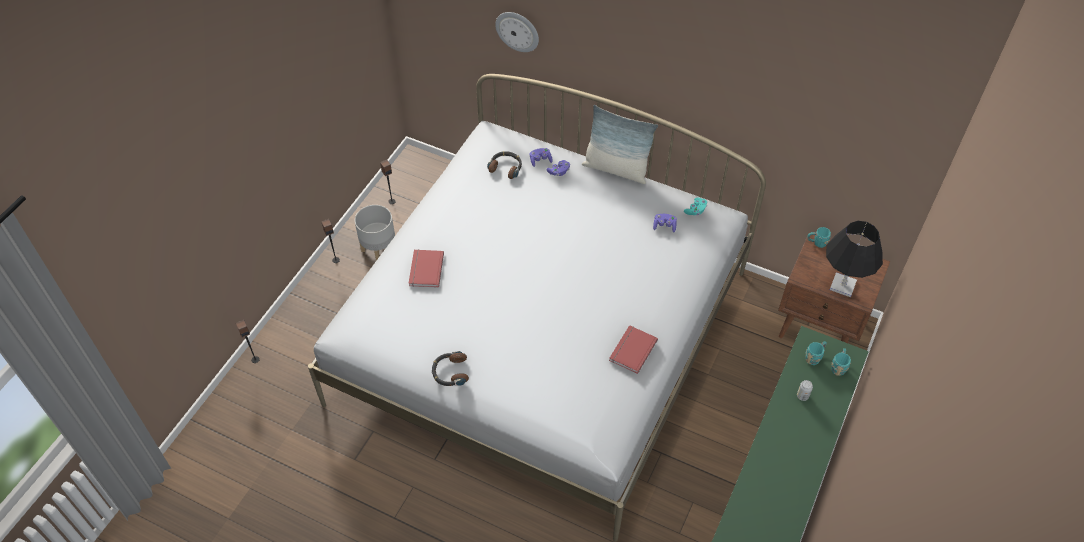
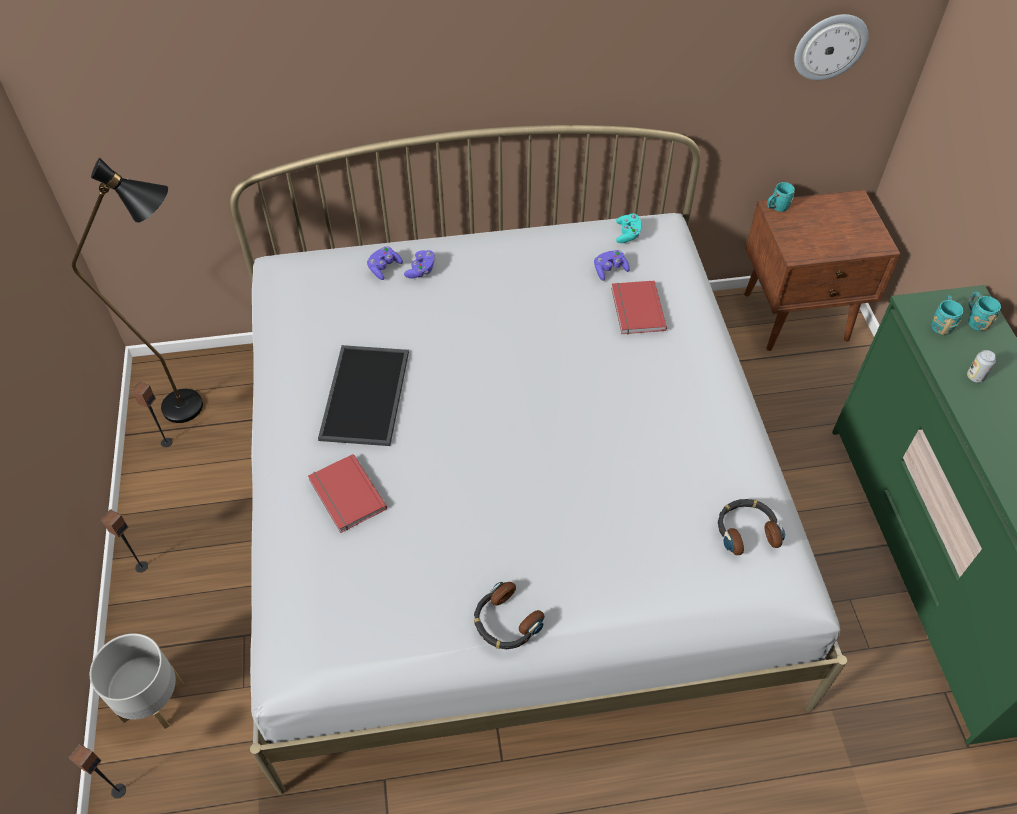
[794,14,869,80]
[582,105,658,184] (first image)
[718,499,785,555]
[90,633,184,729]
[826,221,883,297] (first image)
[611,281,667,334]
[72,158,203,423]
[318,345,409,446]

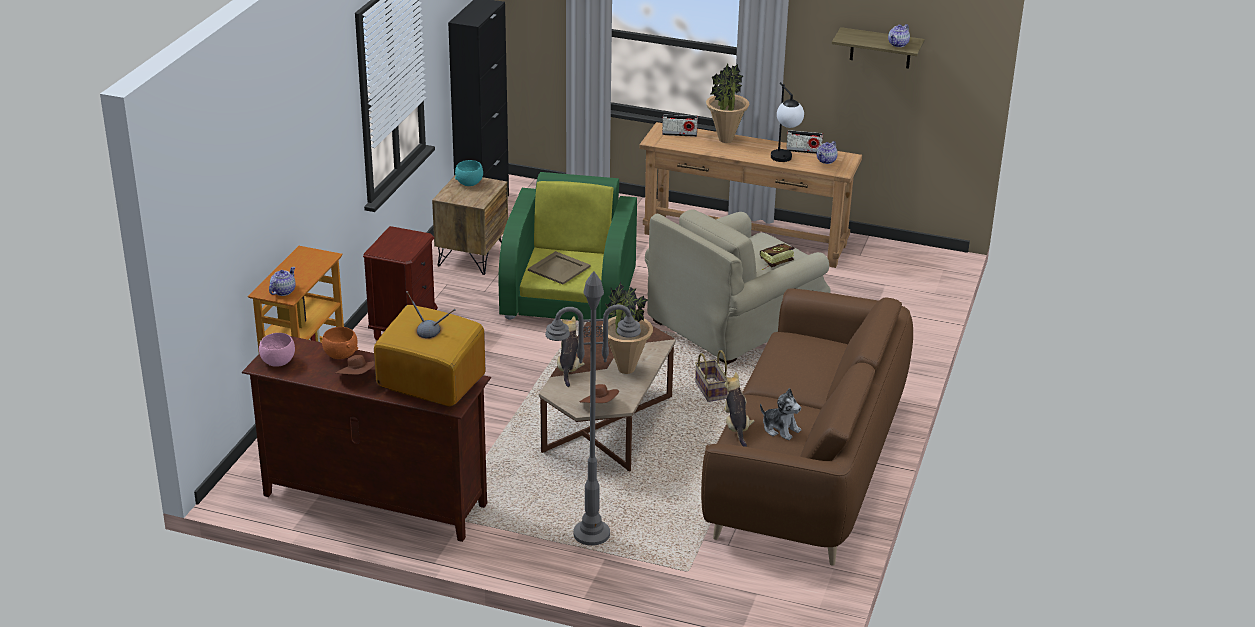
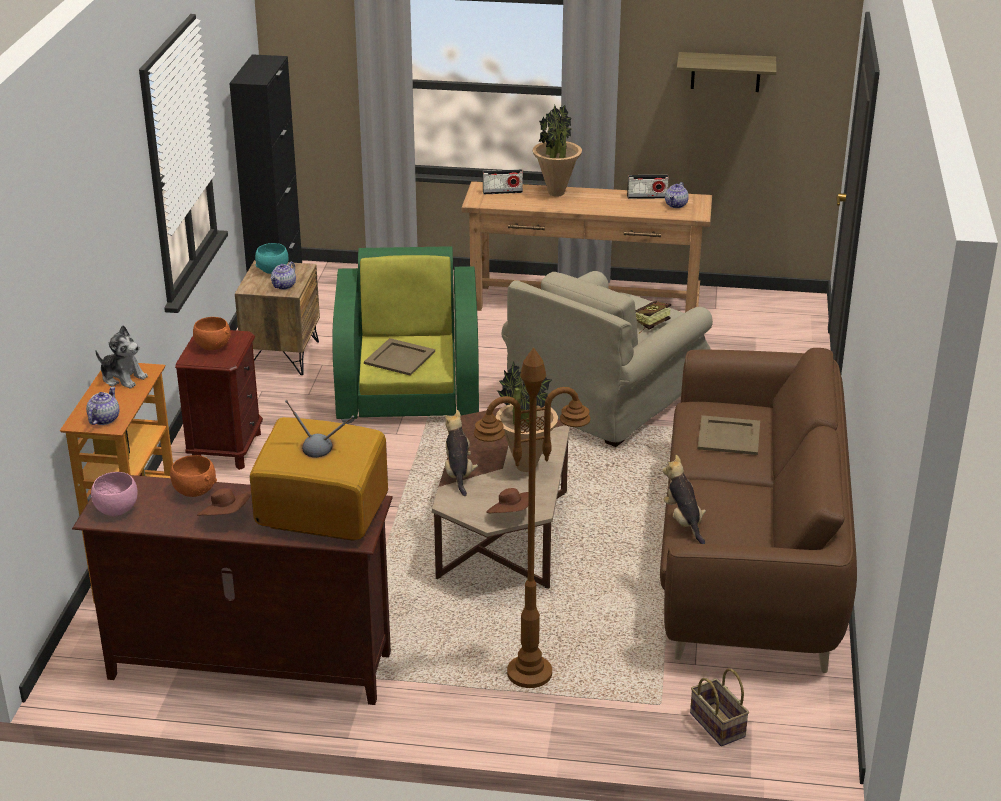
[271,262,296,290]
[771,82,804,162] (first image)
[474,348,590,688]
[690,668,749,747]
[95,325,148,389]
[193,317,231,350]
[697,415,760,455]

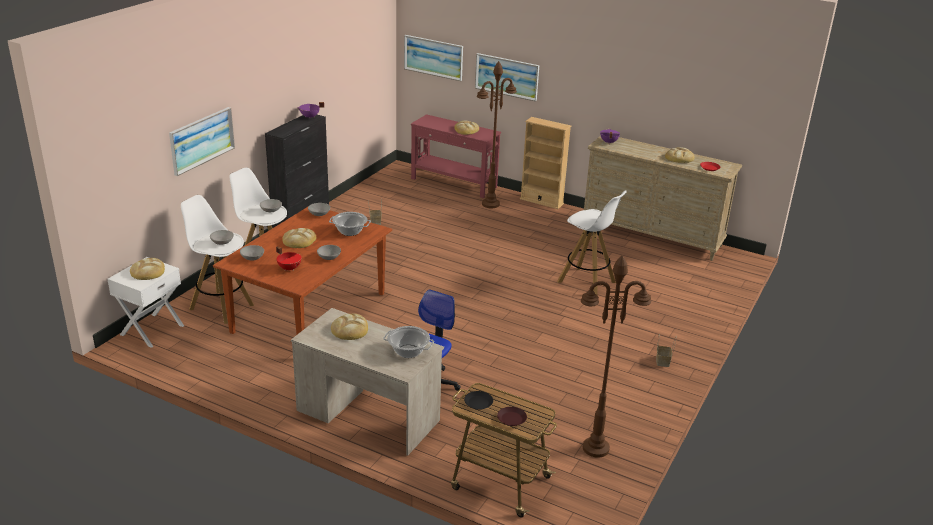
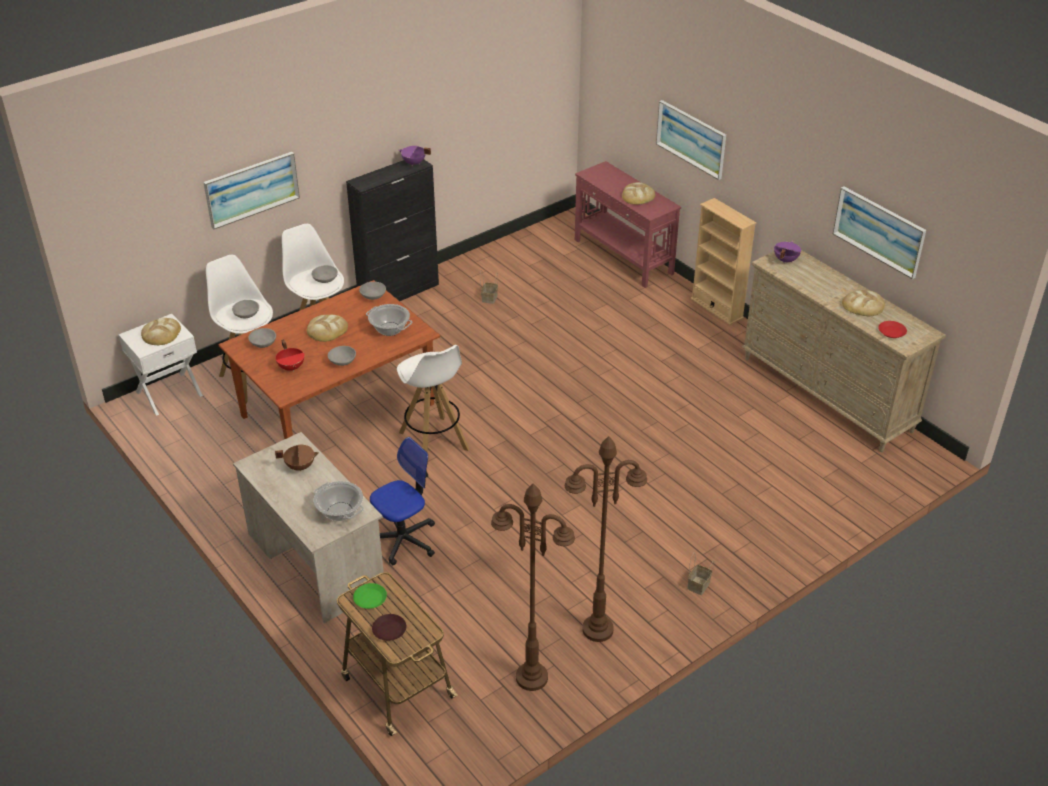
[833,186,926,279]
[565,436,647,642]
[397,345,469,453]
[275,445,319,472]
[353,583,387,609]

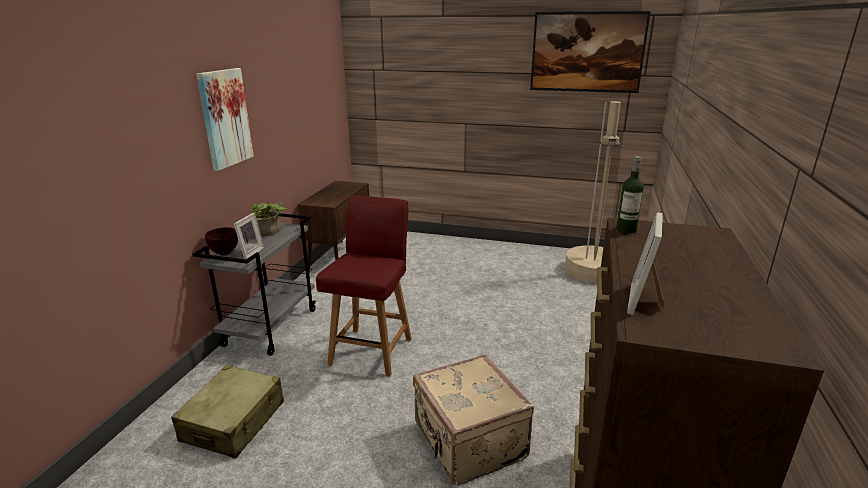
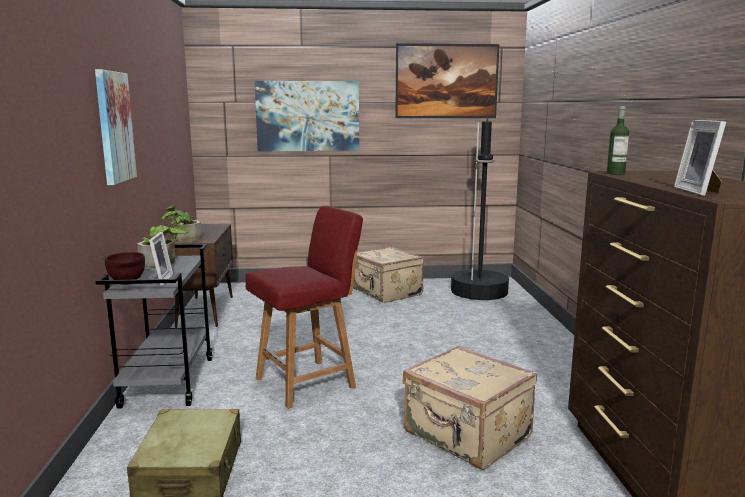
[451,122,509,300]
[246,206,363,409]
[255,81,359,151]
[161,205,202,242]
[353,246,424,303]

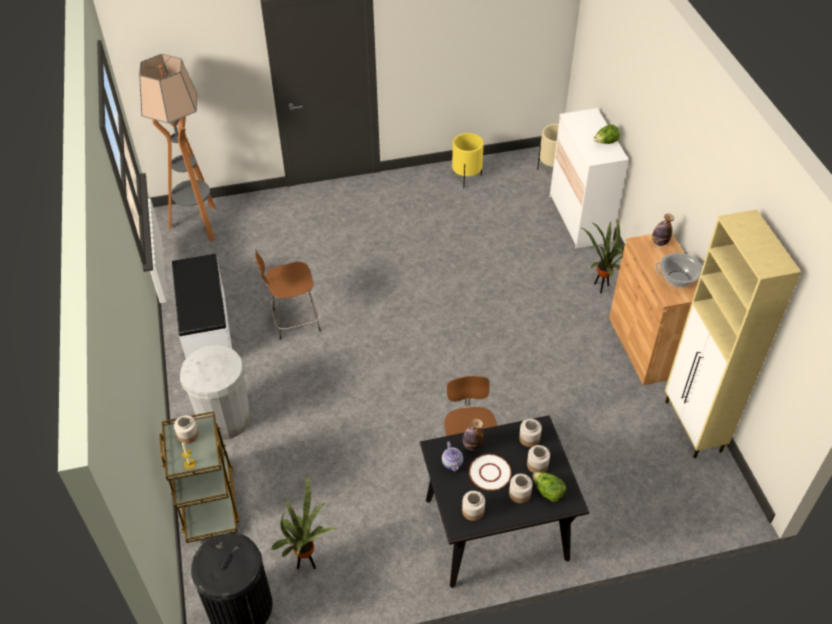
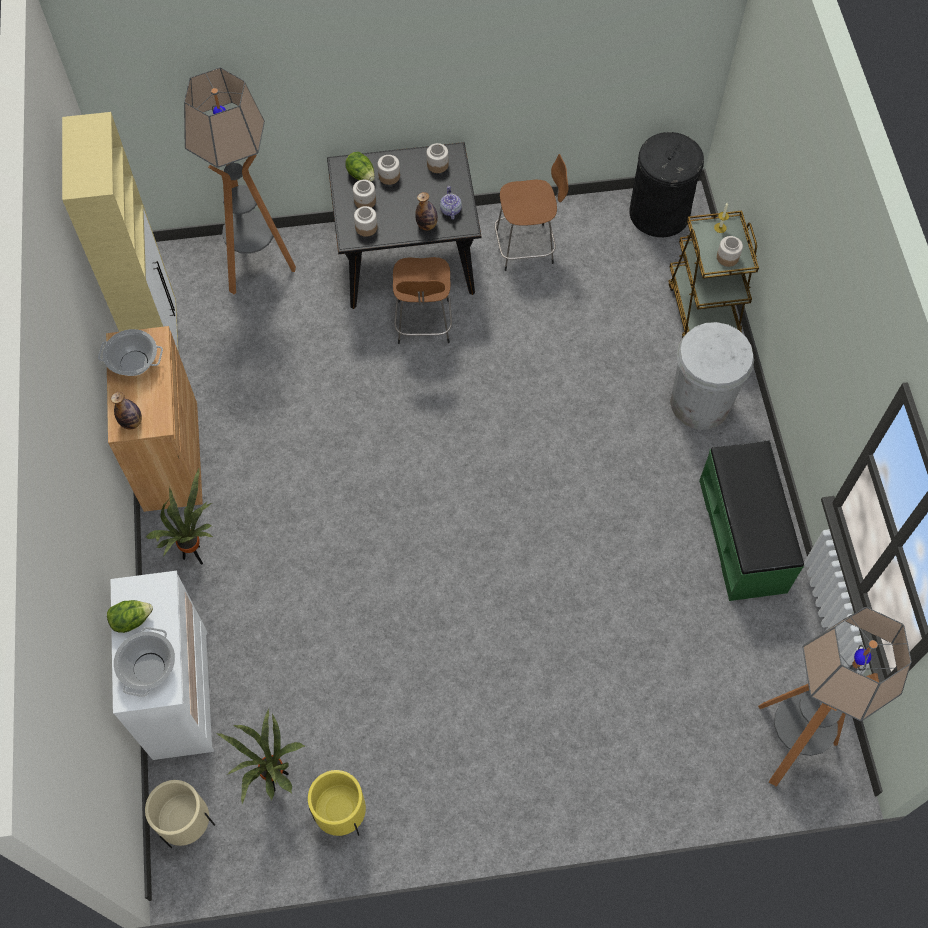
[495,154,569,271]
[699,440,804,601]
[469,454,512,491] (first image)
[215,708,306,804]
[184,68,296,295]
[114,627,175,697]

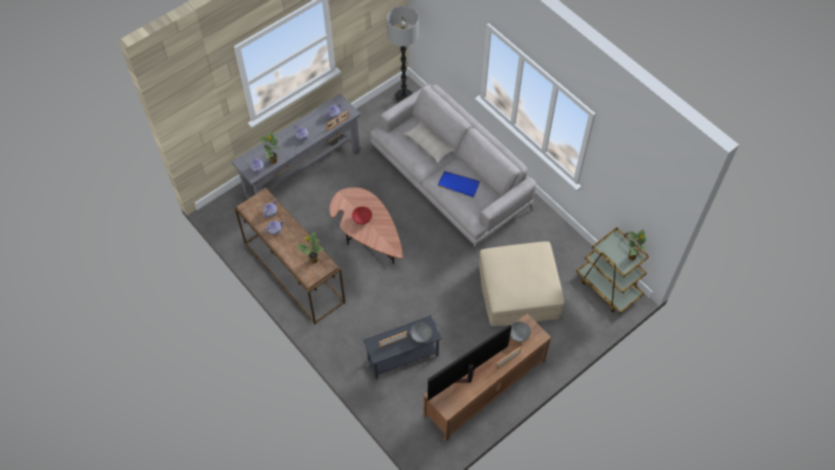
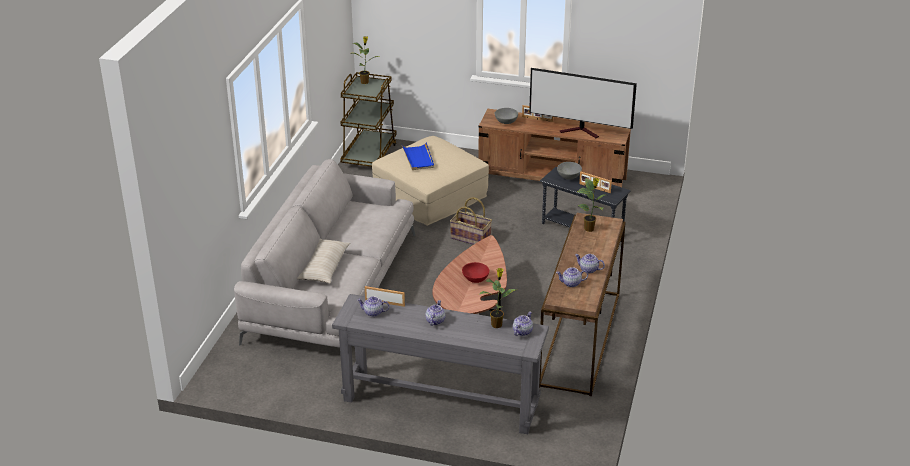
[387,6,419,103] (first image)
[402,142,434,170]
[450,197,492,245]

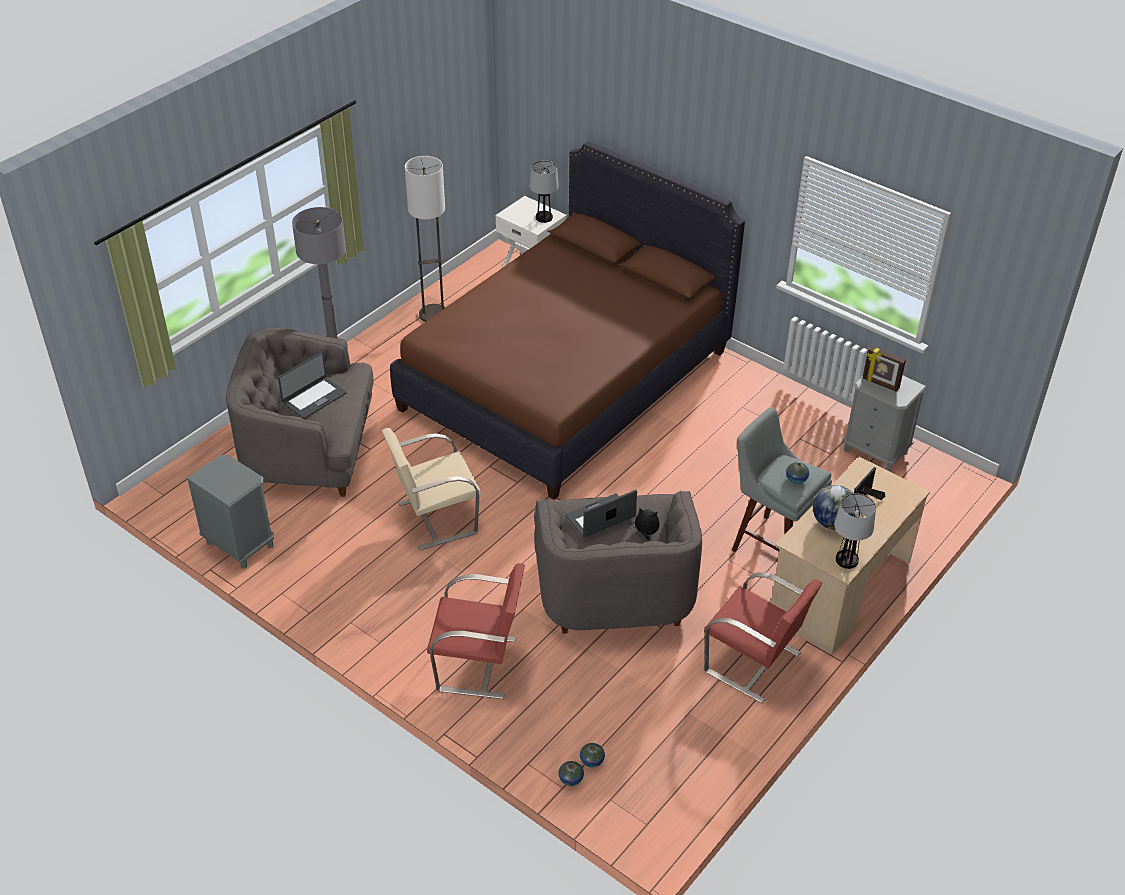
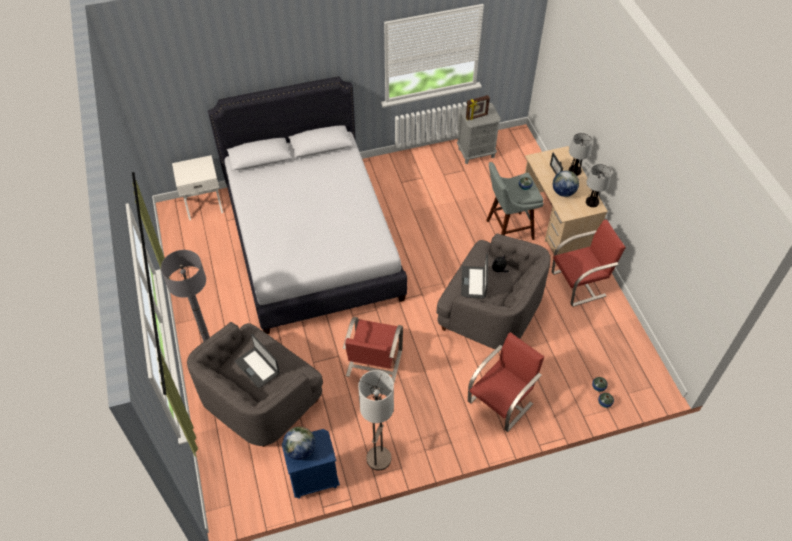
[208,76,407,334]
[358,370,394,470]
[569,133,593,176]
[235,334,280,388]
[343,317,403,383]
[282,429,340,499]
[283,427,316,460]

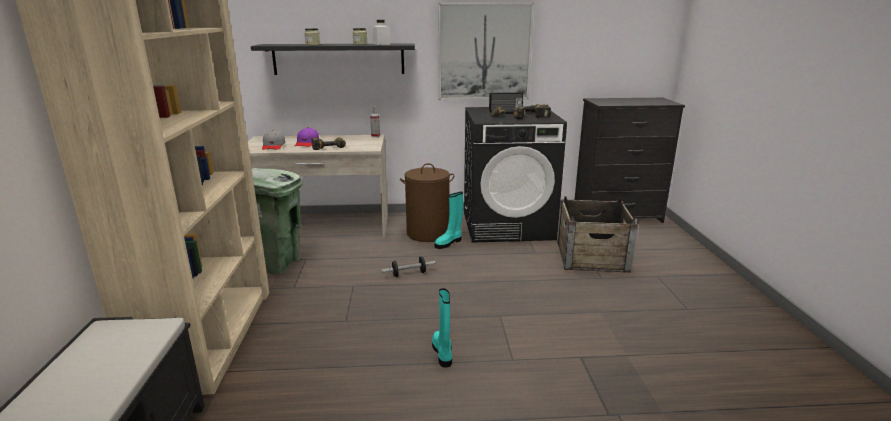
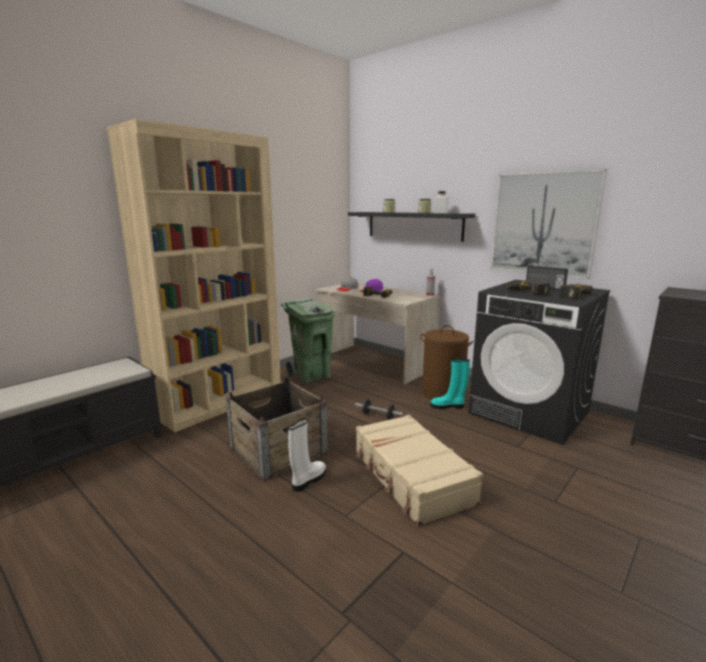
[226,377,328,481]
[288,418,326,492]
[356,415,483,526]

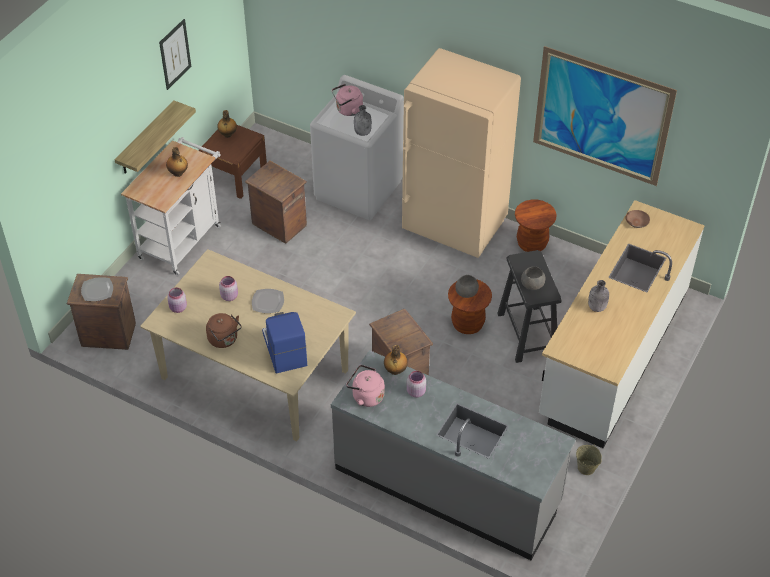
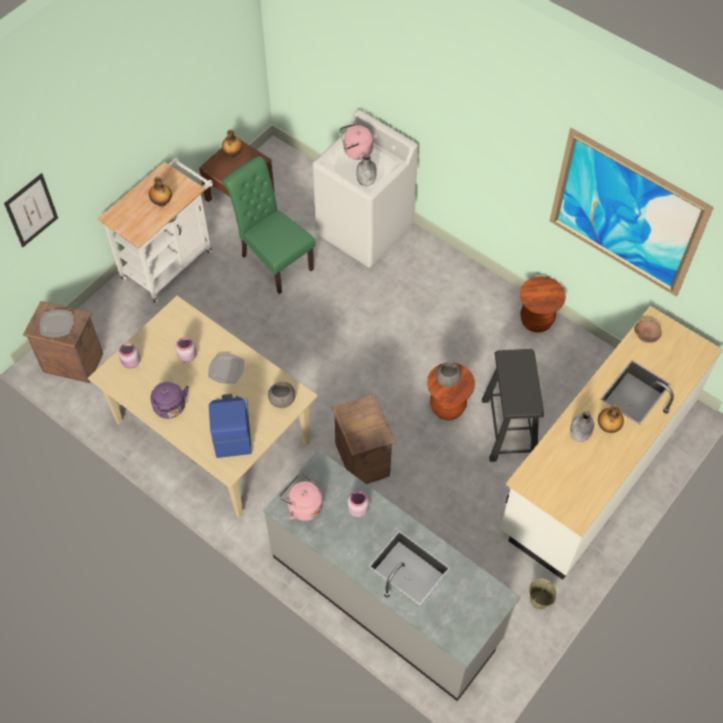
[4,173,58,247]
[402,48,521,258] (first image)
[115,100,196,173] (first image)
[222,156,316,294]
[268,382,295,408]
[150,382,189,419]
[598,405,624,433]

